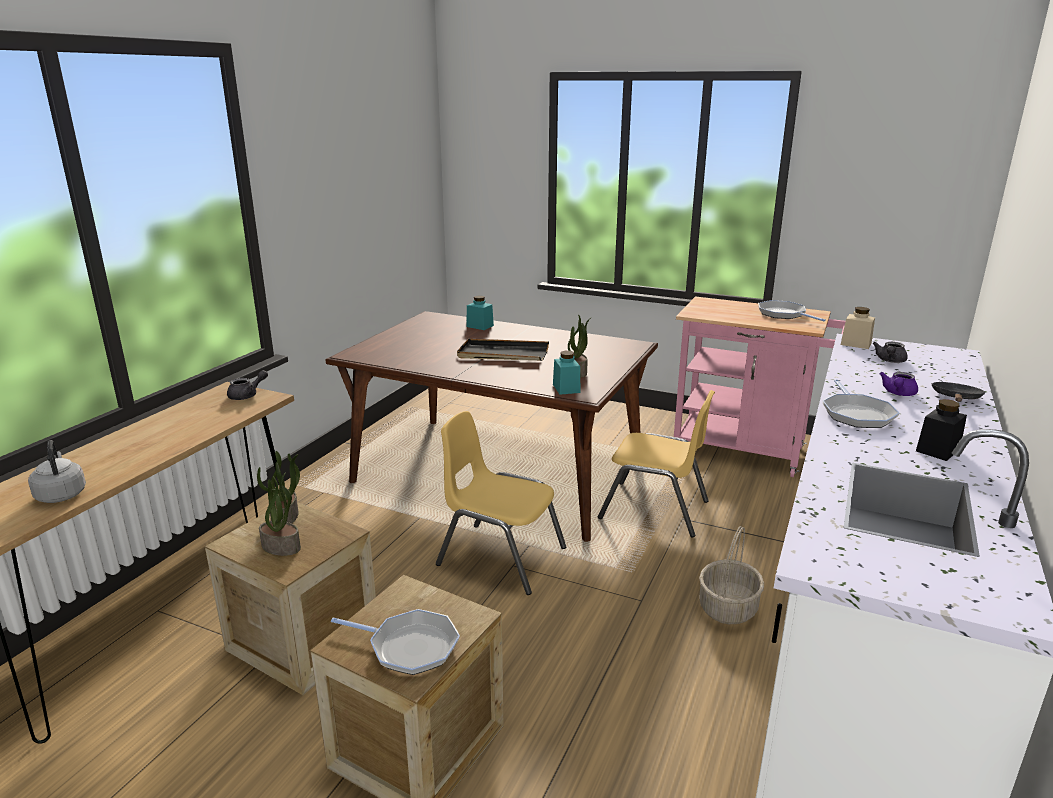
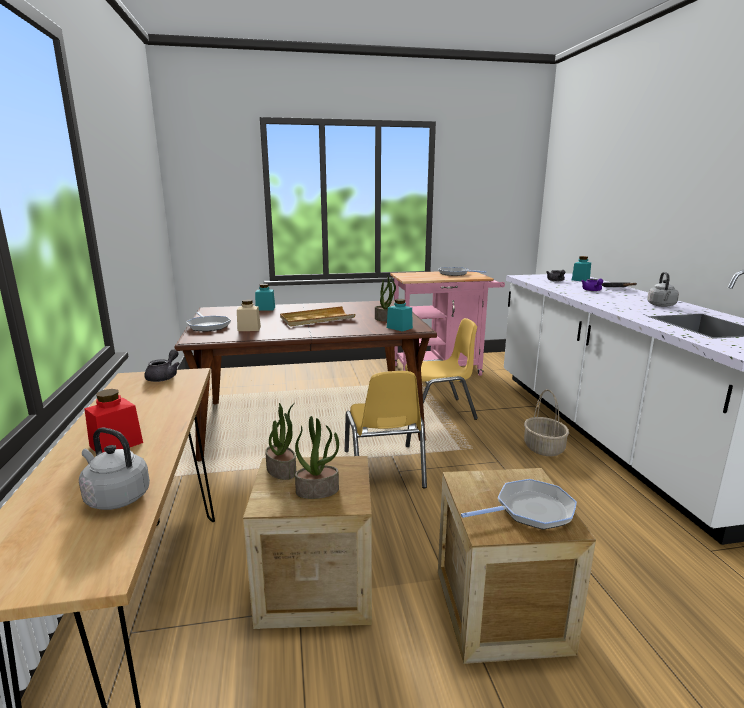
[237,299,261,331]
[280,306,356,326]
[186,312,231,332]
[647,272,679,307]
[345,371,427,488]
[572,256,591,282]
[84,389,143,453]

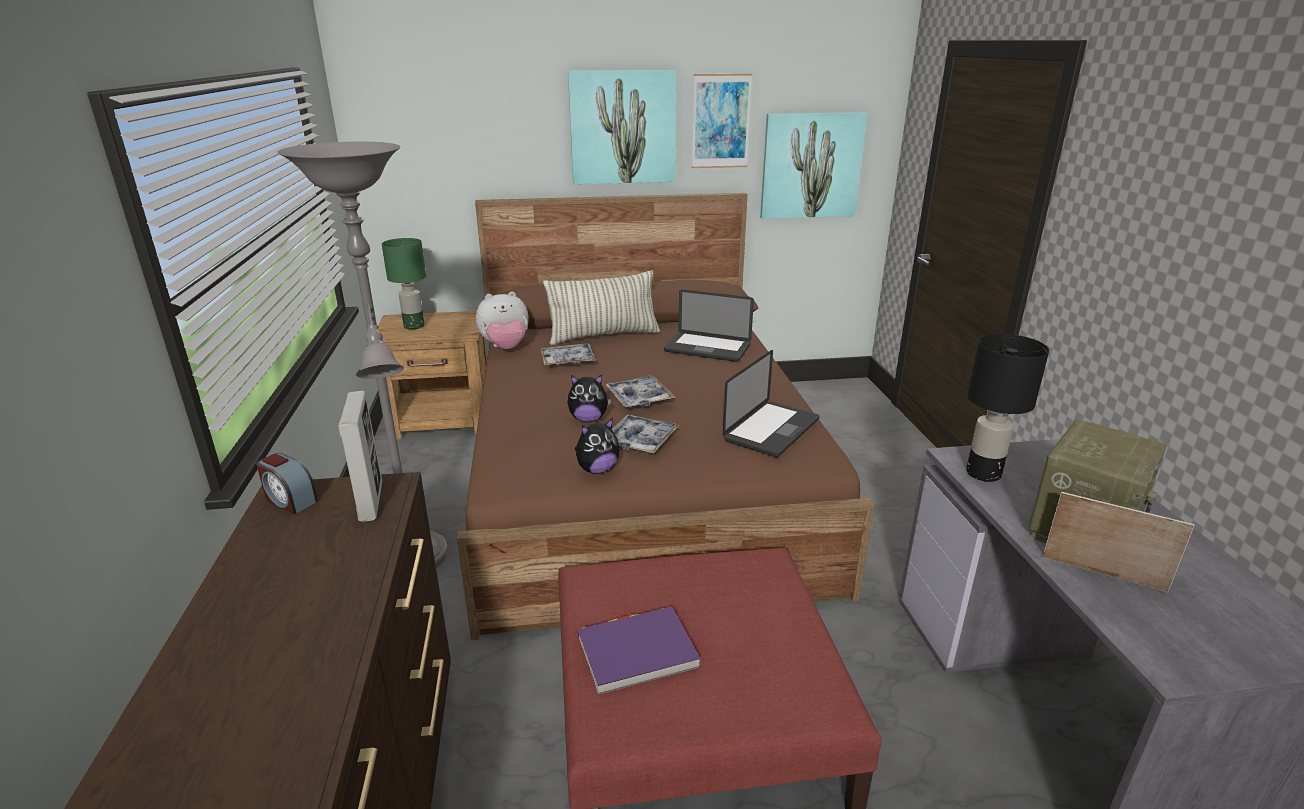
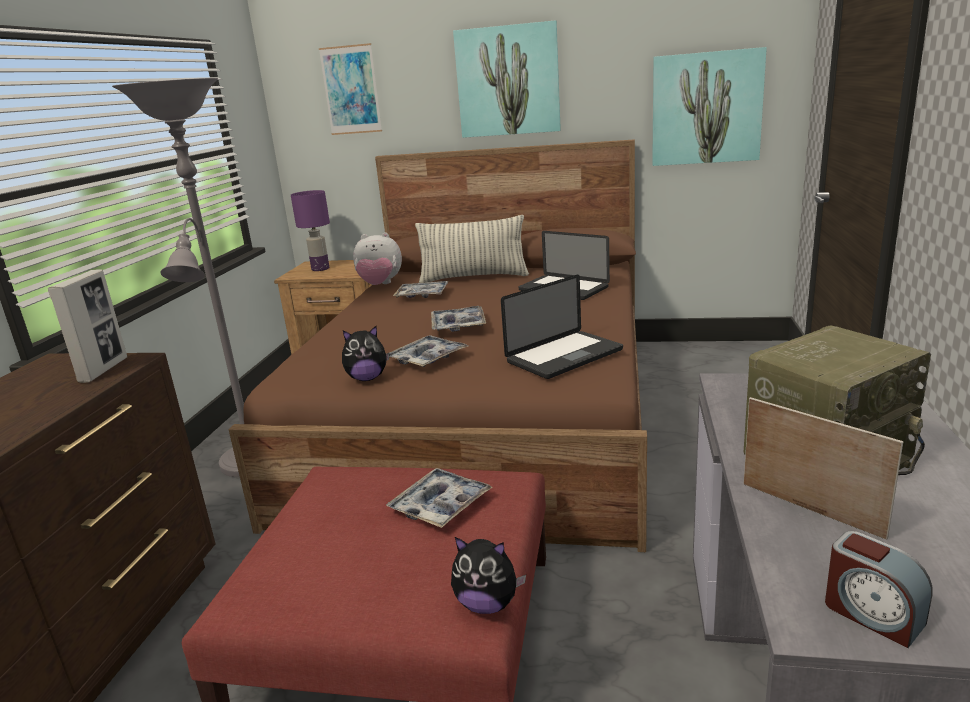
[319,43,382,135]
[291,190,330,271]
[966,334,1049,482] (first image)
[451,537,526,614]
[825,531,933,648]
[578,607,700,695] (first image)
[386,468,493,528]

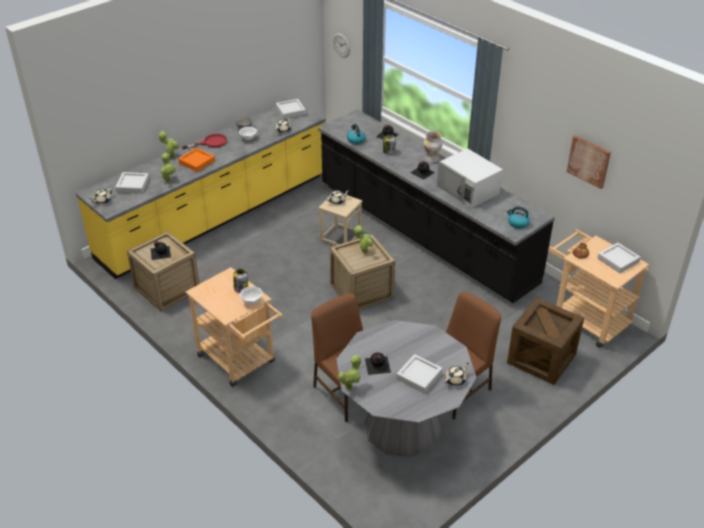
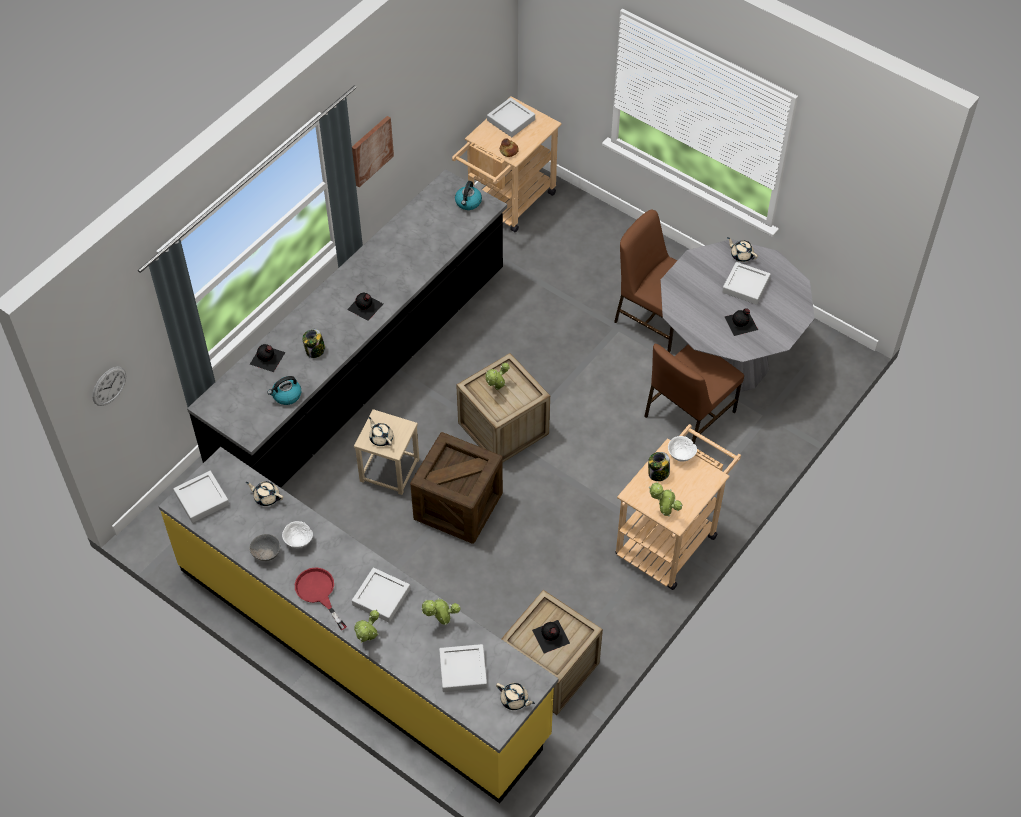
[423,131,443,162] (first image)
[352,116,394,187]
[352,568,410,622]
[437,148,503,208] (first image)
[410,432,503,544]
[649,481,682,516]

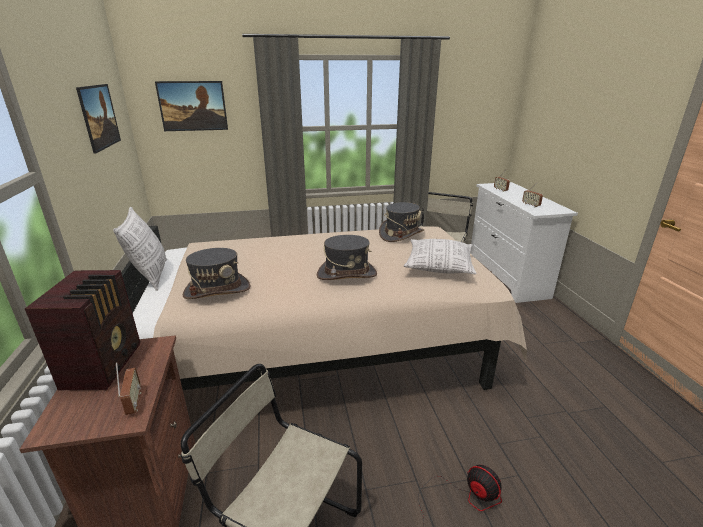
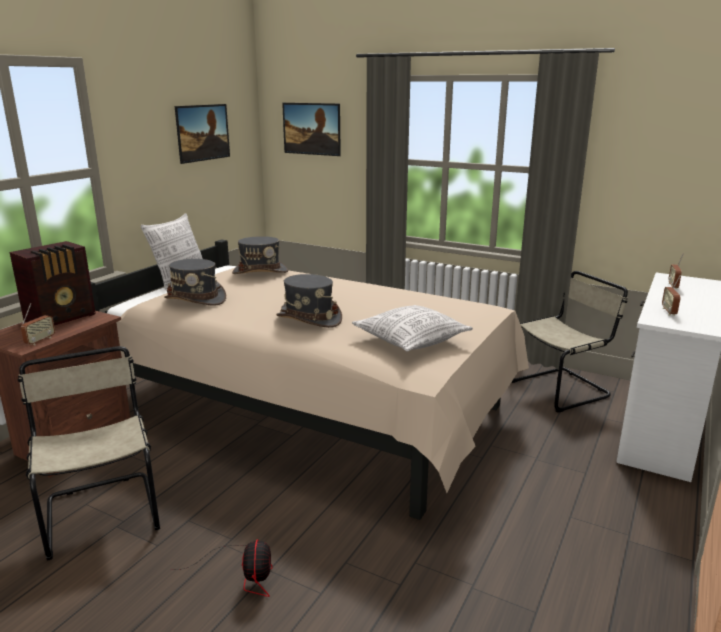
[232,236,288,274]

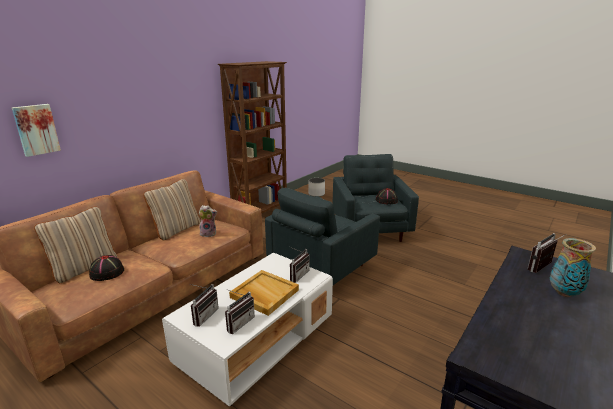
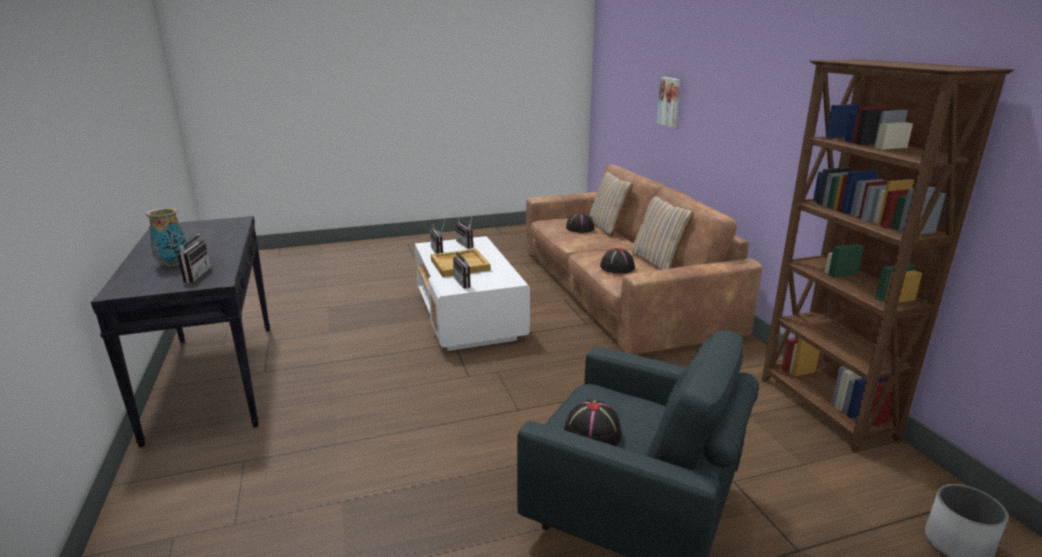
[265,188,380,285] (first image)
[600,248,635,274]

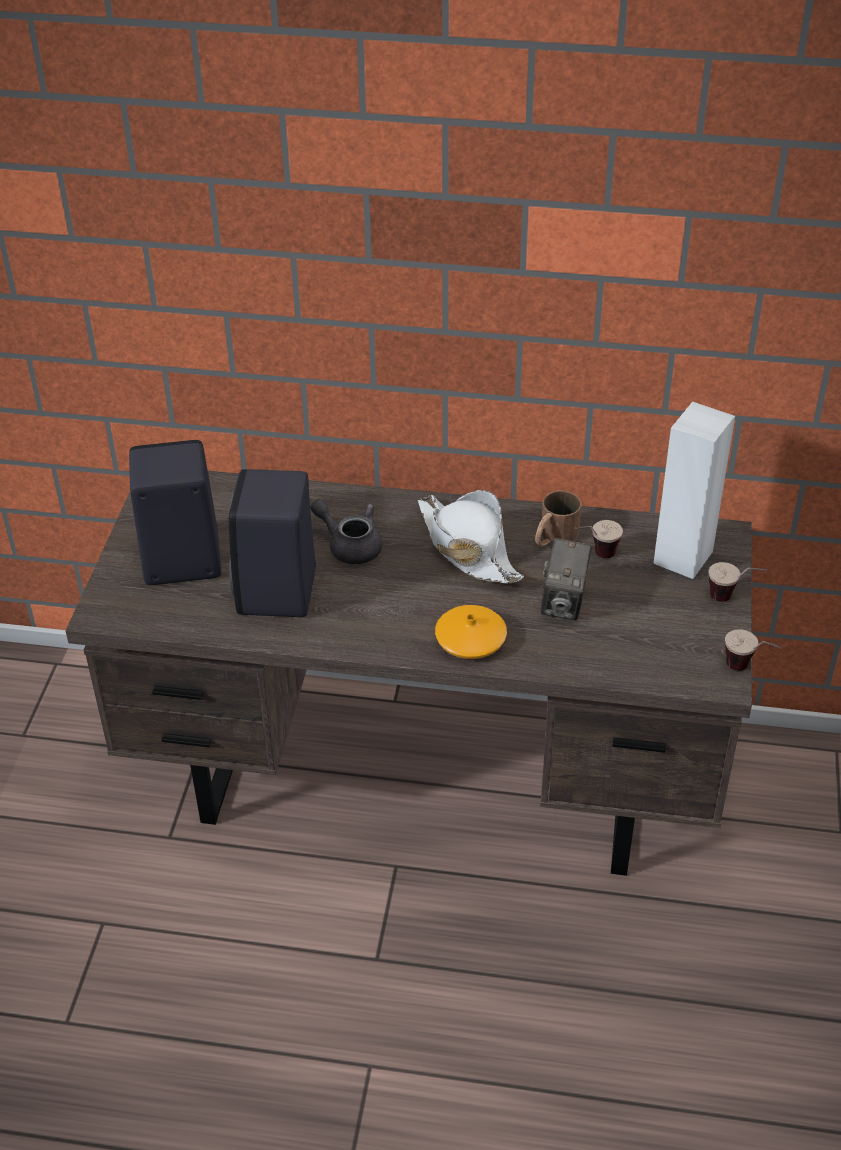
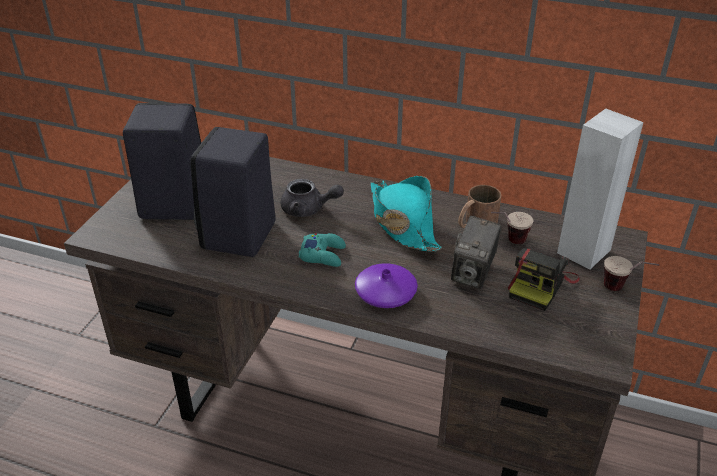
[371,176,442,252]
[281,179,344,217]
[355,263,418,308]
[725,629,782,671] (first image)
[299,233,346,267]
[508,248,580,311]

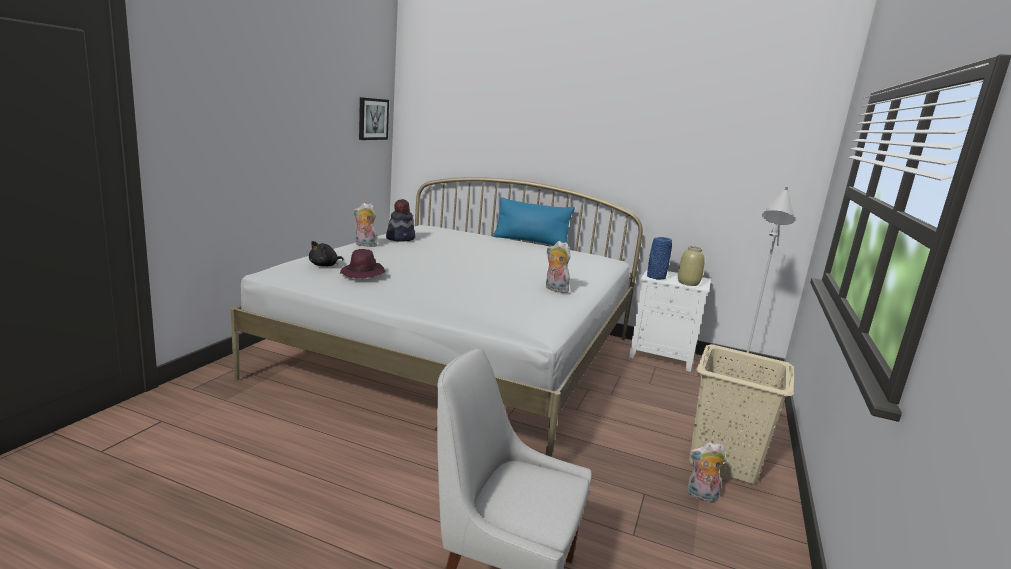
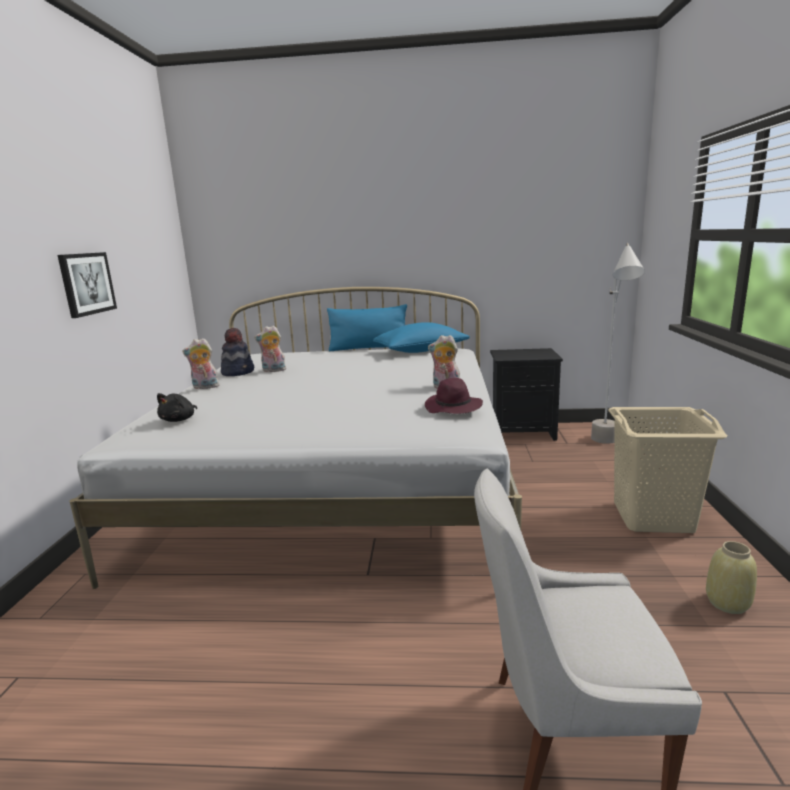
[57,252,117,318]
[647,237,672,279] (first image)
[706,541,757,614]
[425,378,483,414]
[490,348,563,441]
[254,326,286,372]
[373,322,470,353]

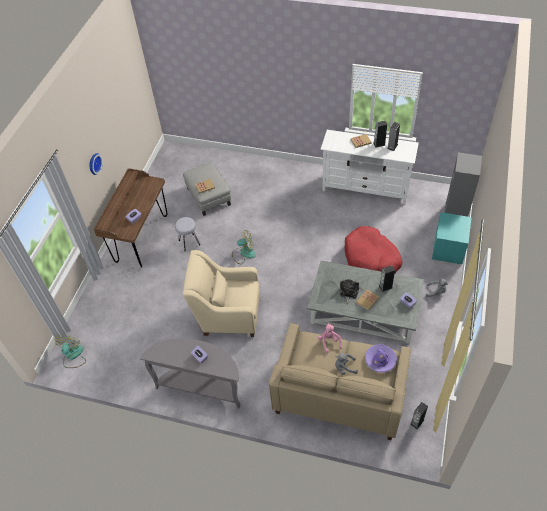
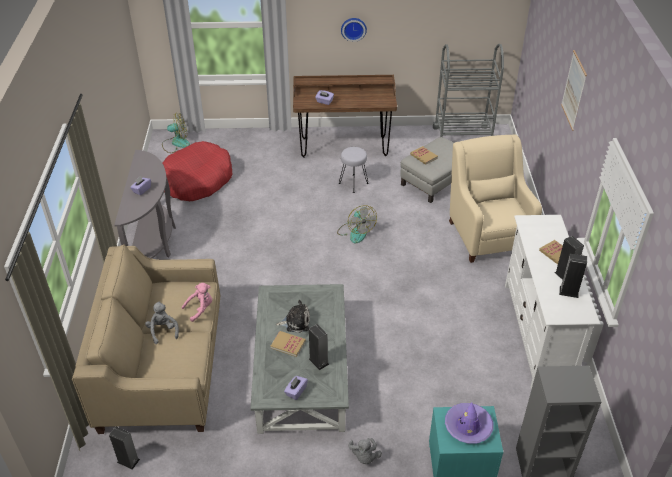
[163,141,233,201]
[449,134,542,263]
[445,403,493,444]
[433,44,504,137]
[561,50,587,131]

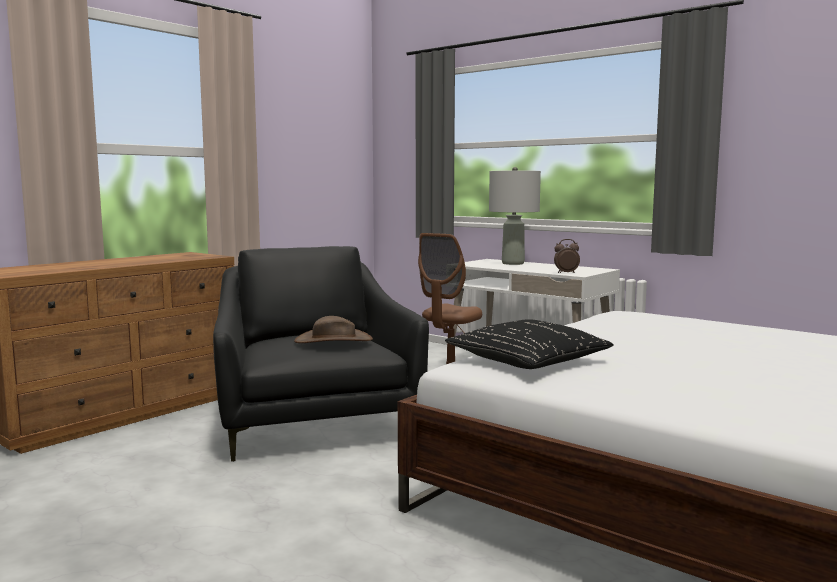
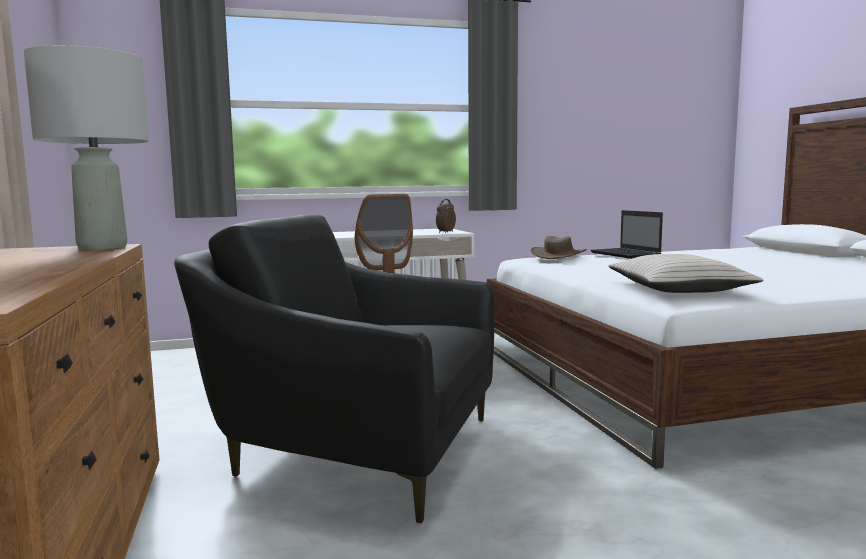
[24,45,149,250]
[531,236,587,259]
[609,254,763,293]
[591,210,663,259]

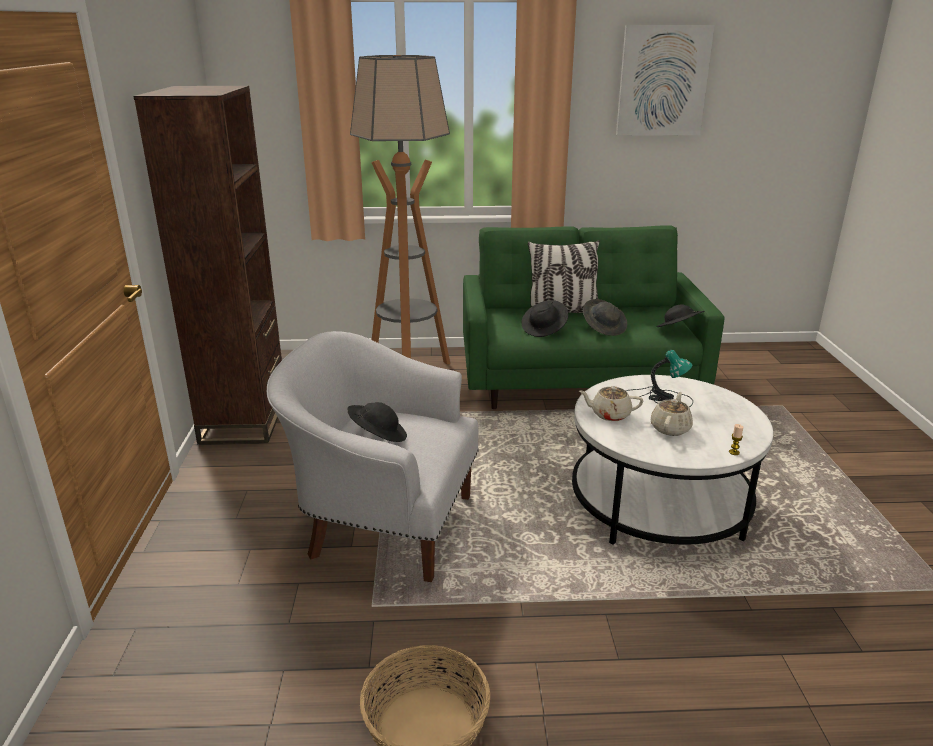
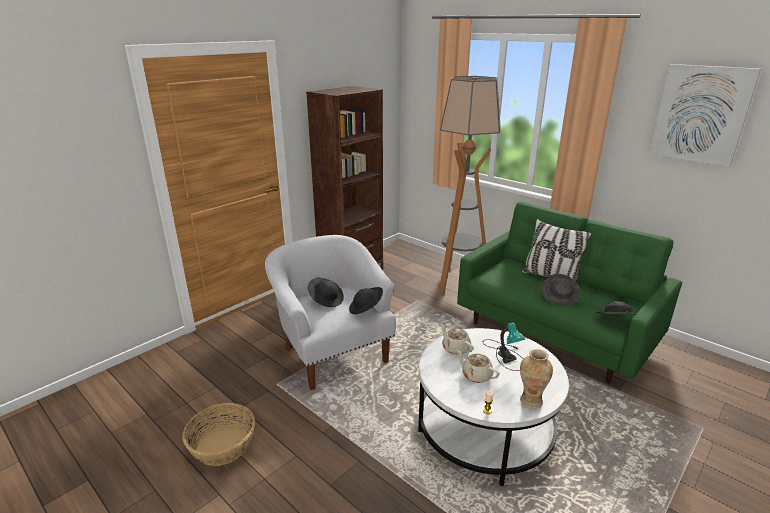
[349,287,383,314]
[456,350,500,383]
[520,349,553,409]

